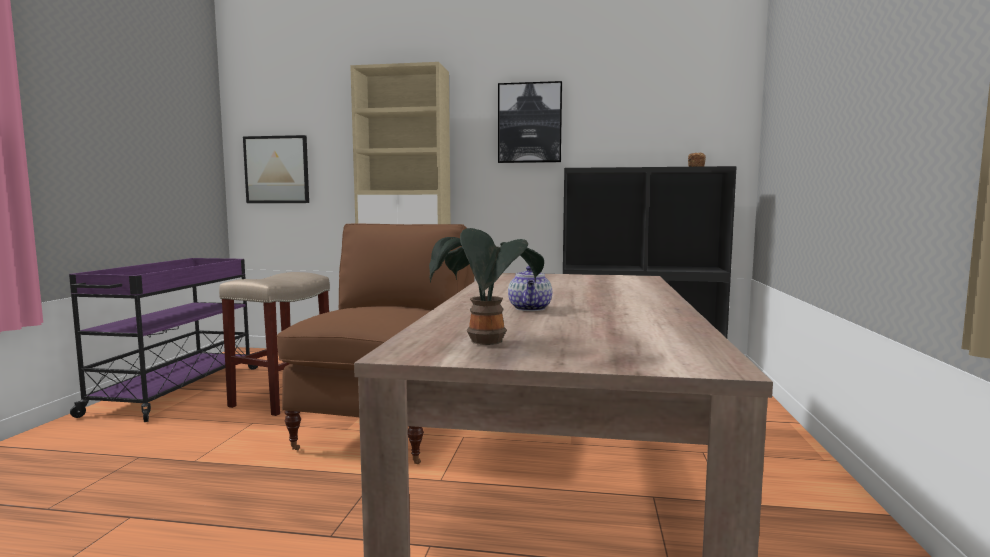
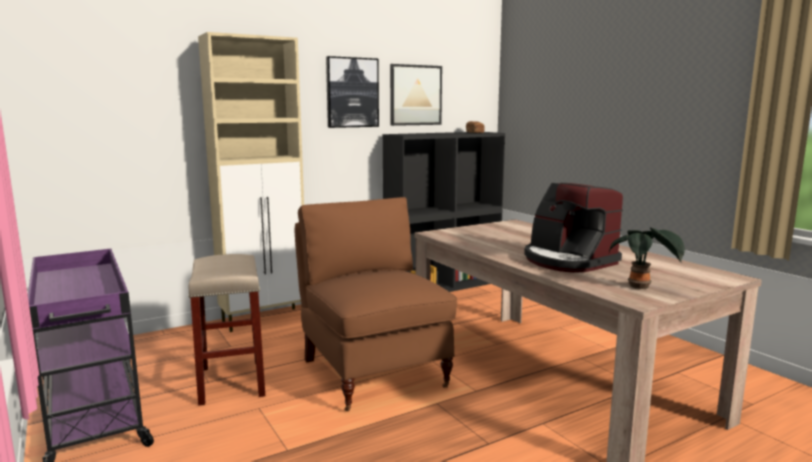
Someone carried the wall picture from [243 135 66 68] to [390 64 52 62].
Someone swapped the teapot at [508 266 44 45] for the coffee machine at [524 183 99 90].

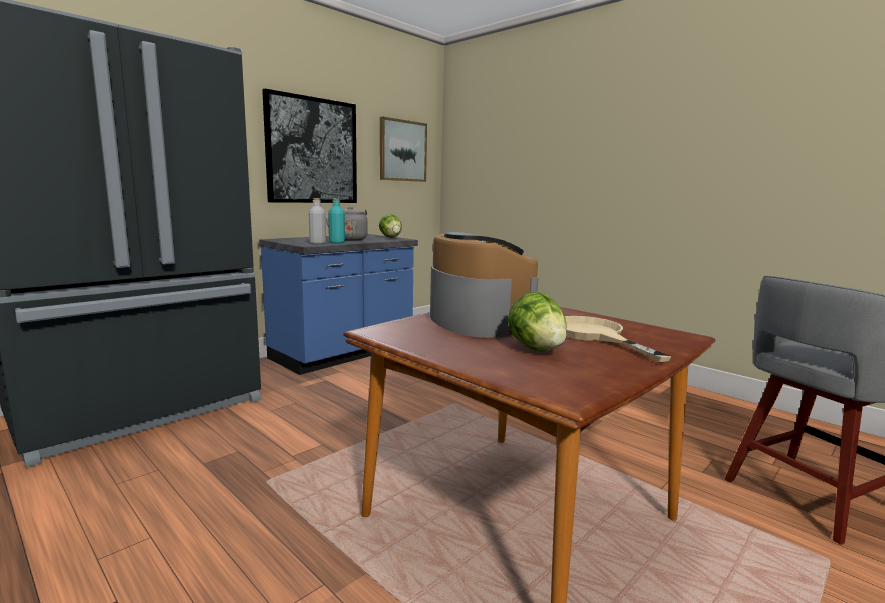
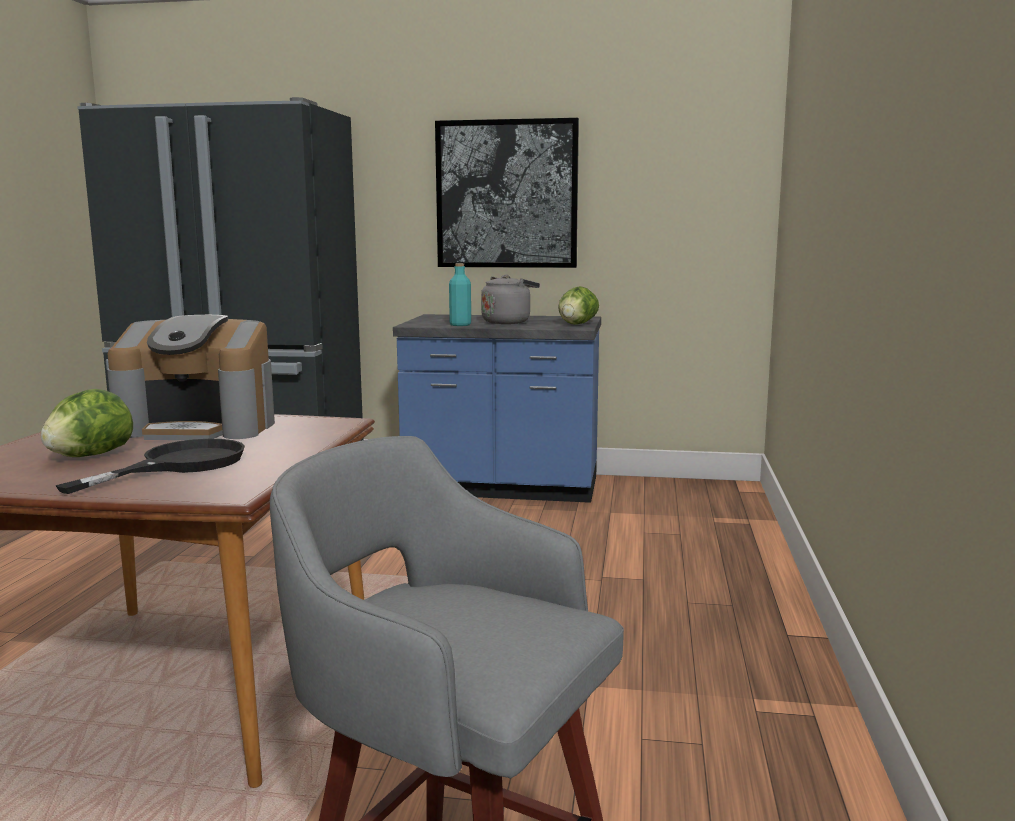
Someone took away the bottle in greyish at [309 198 17 46].
Someone took away the wall picture at [380 117 47 65].
Someone rotated the coffee machine at [430 232 109 106] by 60 degrees clockwise.
Someone repainted the pan in beige-coloured at [565 316 107 46], which became the pan in black-coloured at [55 439 190 55].

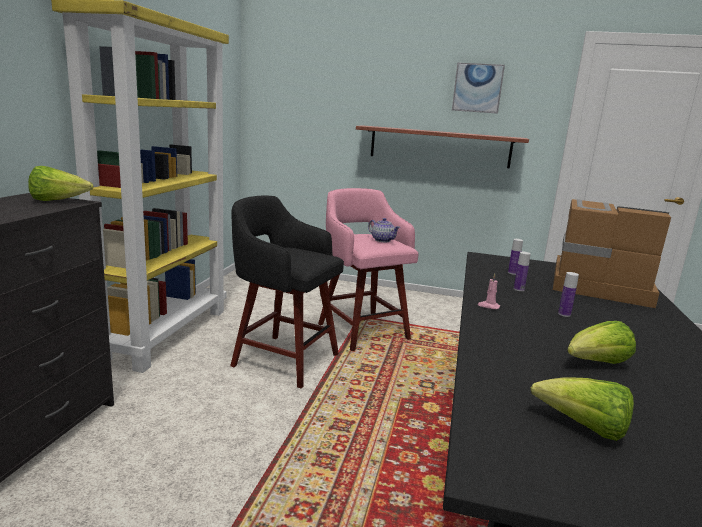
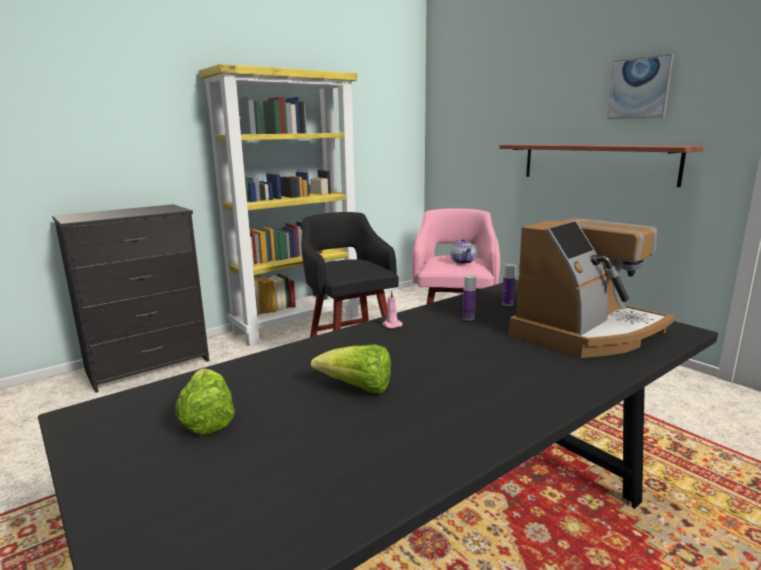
Someone took away the head of lettuce at [28 166 65 35].
Someone rotated the coffee machine at [553 199 118 109] by 75 degrees clockwise.
Someone took away the bottle at [558 272 21 45].

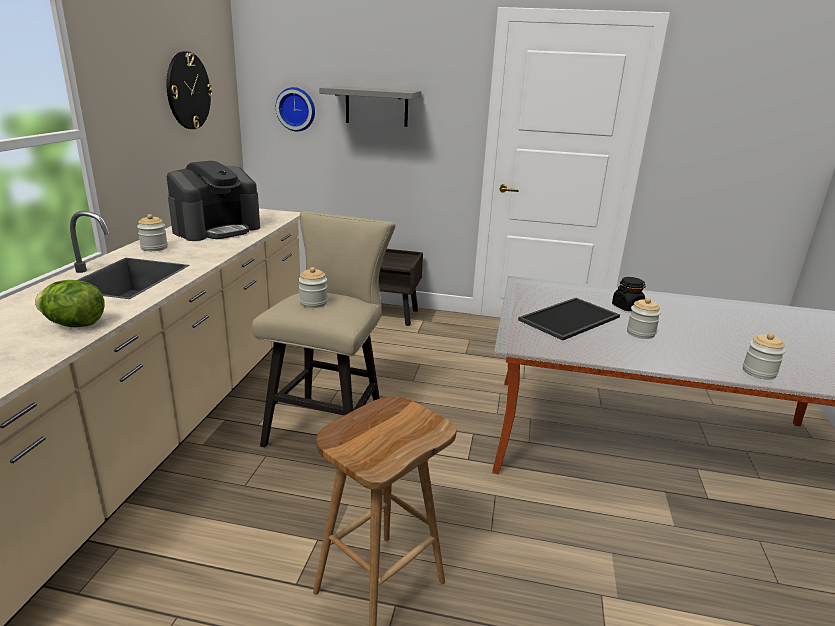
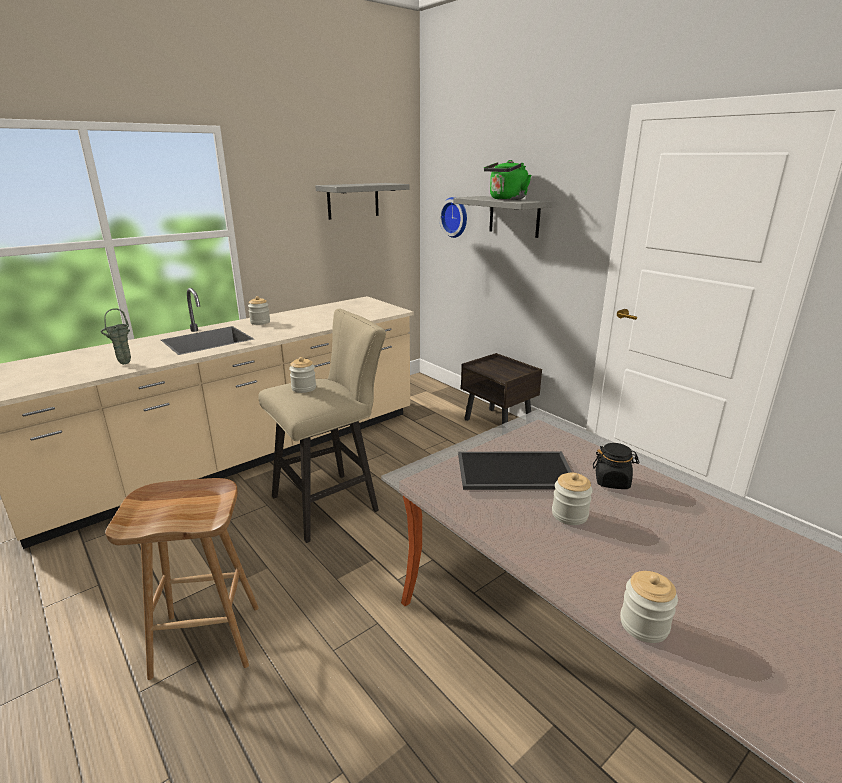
Someone swapped the head of lettuce at [35 280 70 47] for the decorative vase in green at [101 308 30 57].
Someone swapped the hanging clock at [166 51 47 78] for the shelf in greyish at [316 183 94 37].
Someone took away the coffee machine at [167 161 93 80].
Someone put down the tea kettle in green at [484 160 47 40].

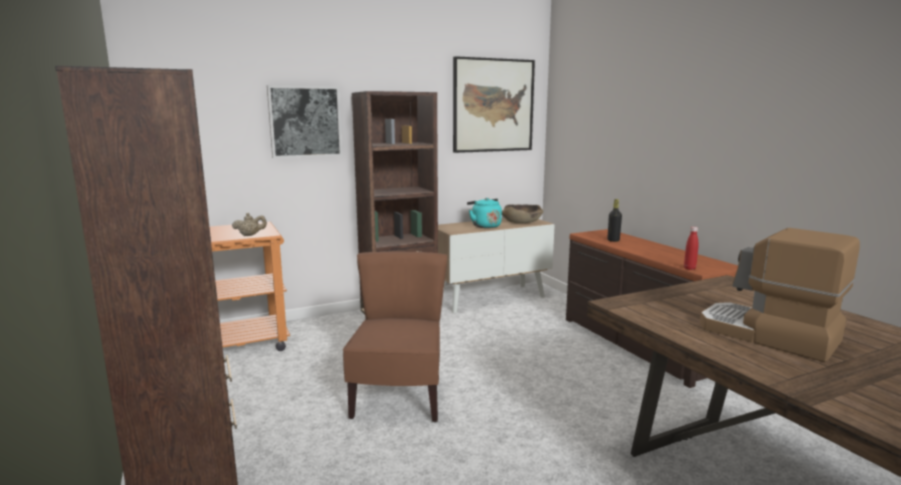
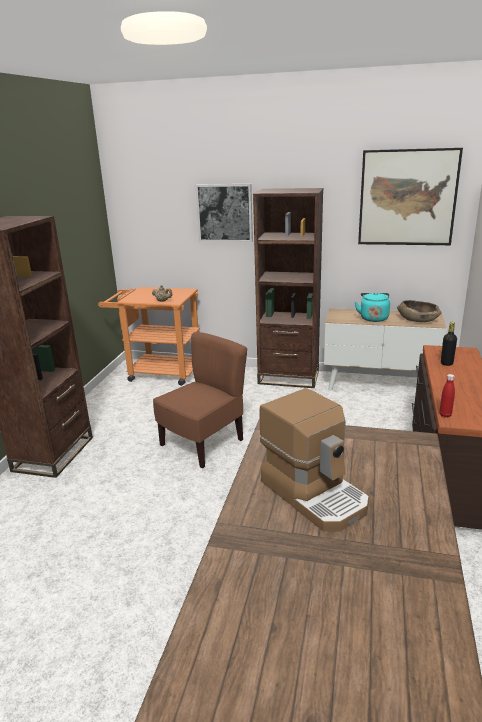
Someone rotated the coffee machine at [700 228 160 134] by 150 degrees clockwise.

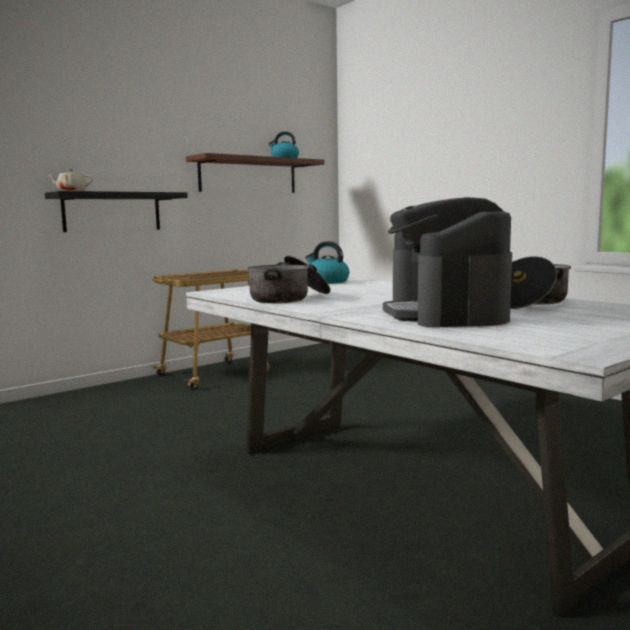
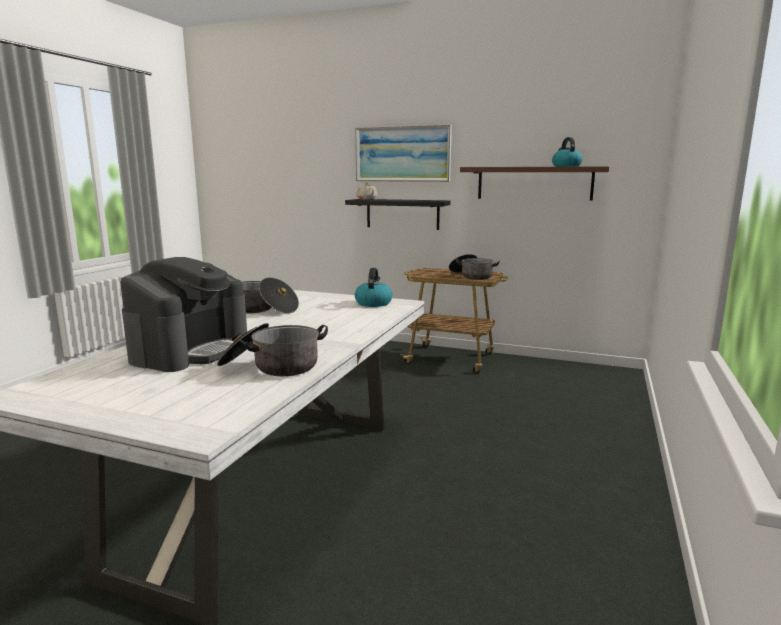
Someone rotated the coffee machine at [383 197 129 130] by 150 degrees clockwise.
Someone put up the wall picture at [355 125 97 57].
Someone put down the cooking pot at [449 254 51 26].

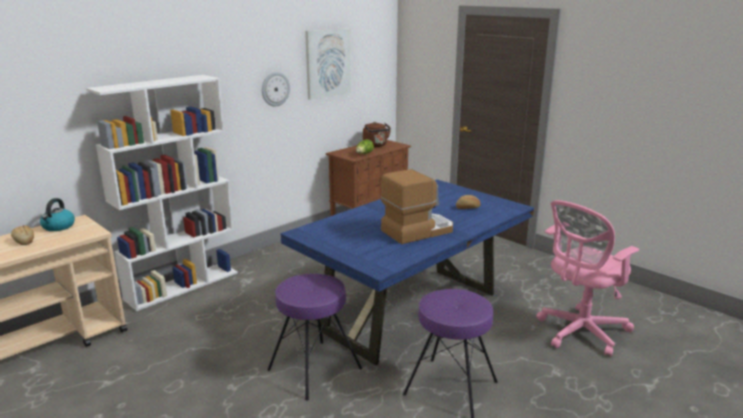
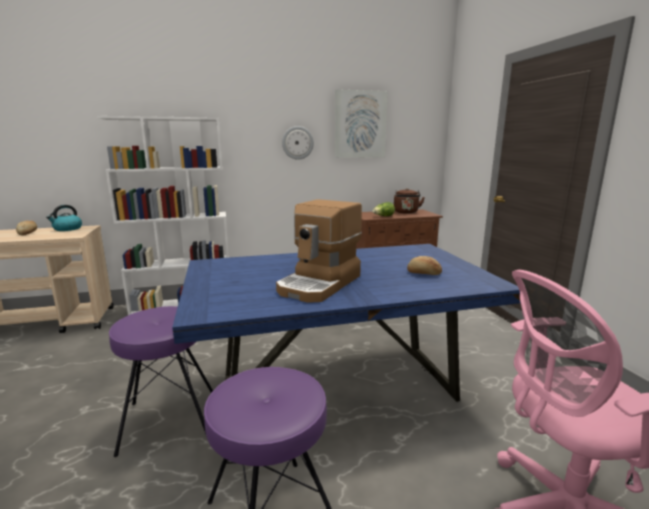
Someone rotated the coffee machine at [381 169 72 75] by 120 degrees clockwise.

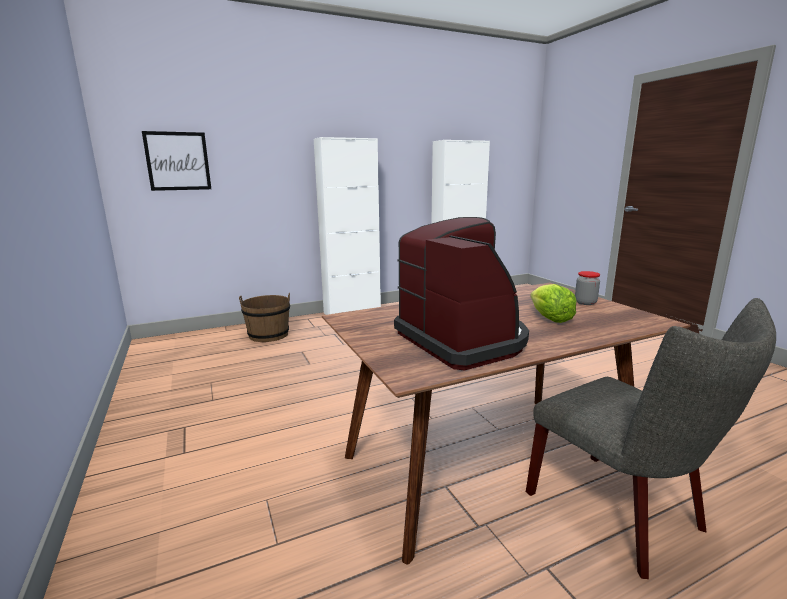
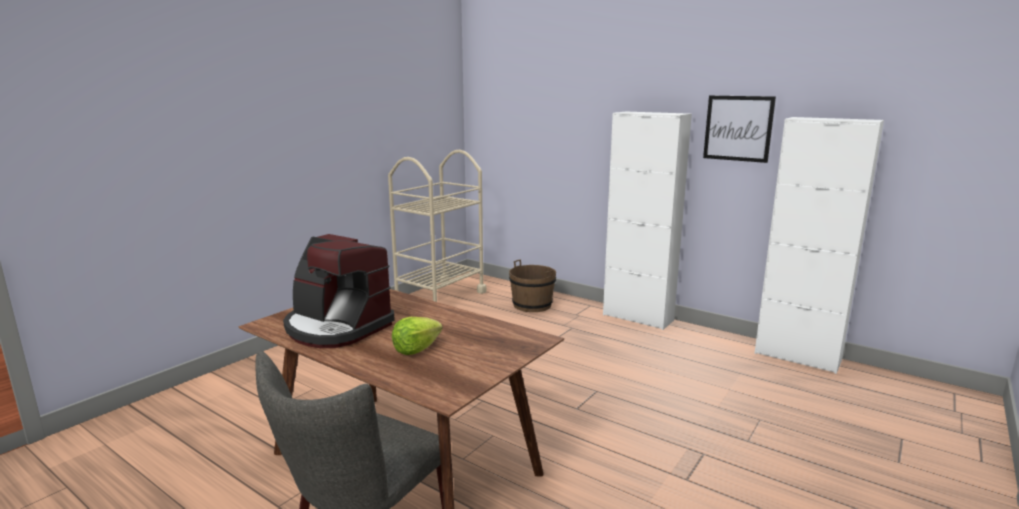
Someone carried the wall picture from [142 131 69 60] to [703 95 73 68].
Someone rotated the coffee machine at [394 217 135 154] by 90 degrees clockwise.
Someone took away the storage jar at [575 271 25 34].
Someone put down the wheeled cart in beige-coloured at [388 150 99 152].

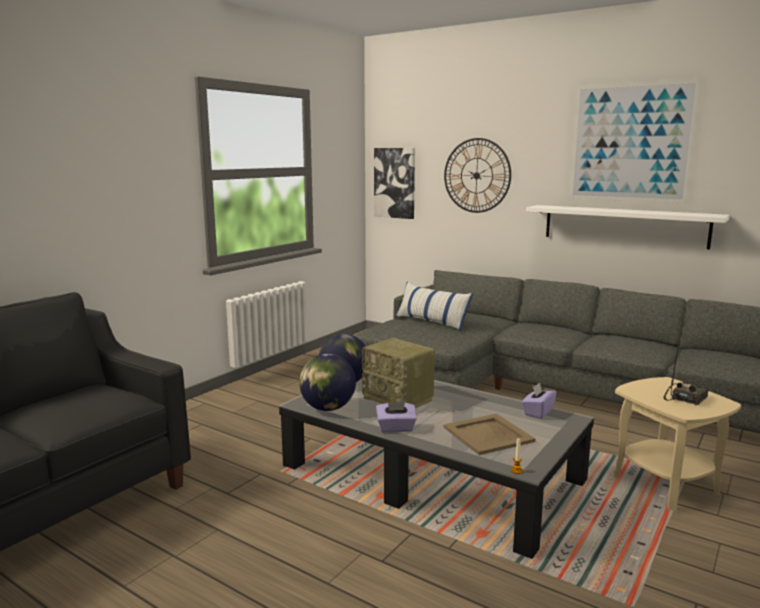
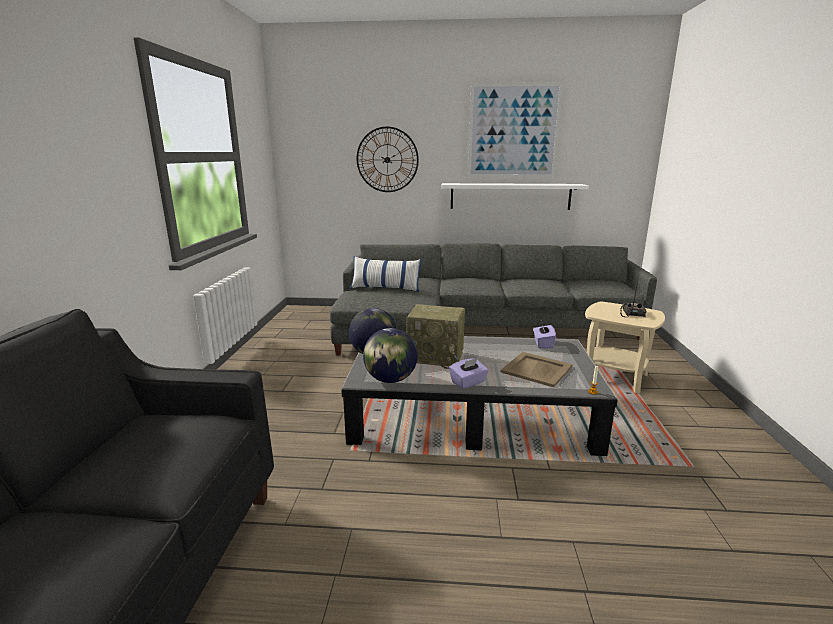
Someone took away the wall picture at [374 148 41 71].

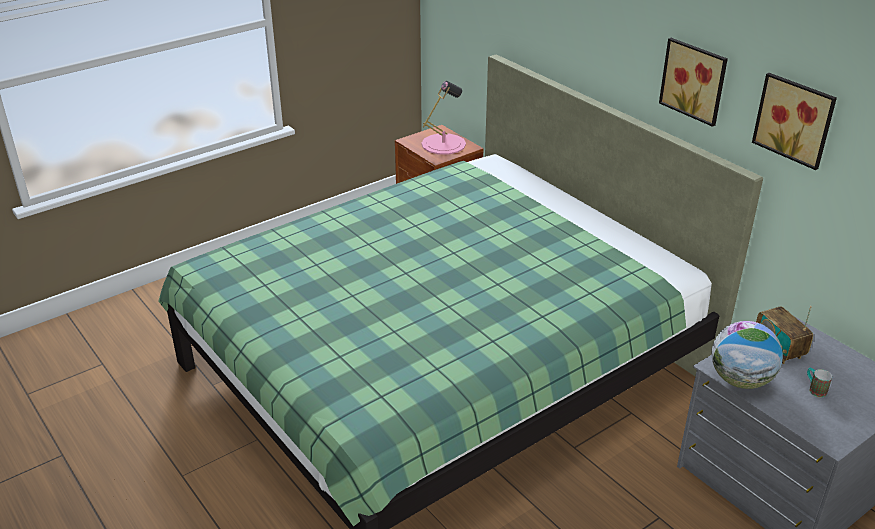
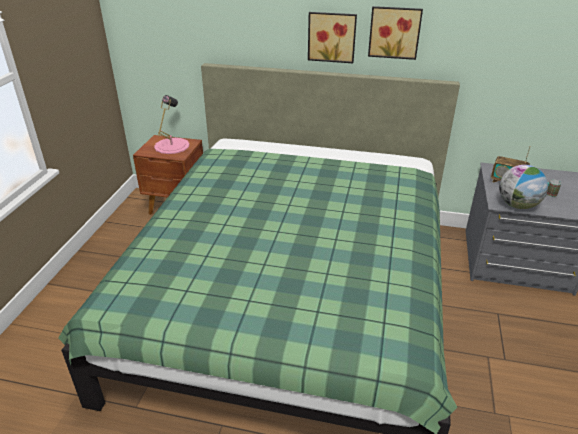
Someone carried the wall picture from [752 73 85 97] to [308 12 49 51].

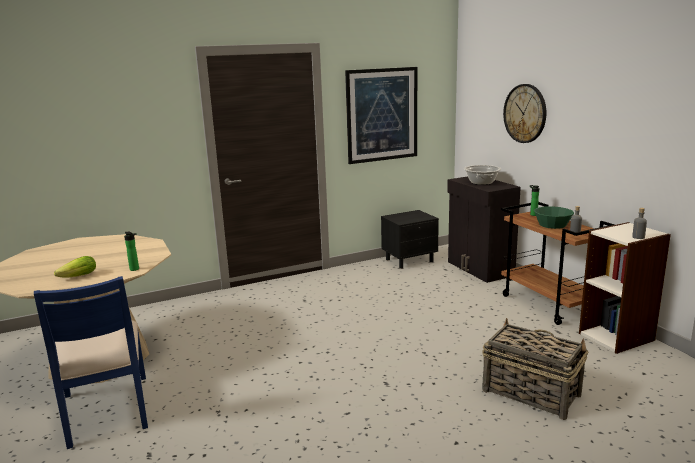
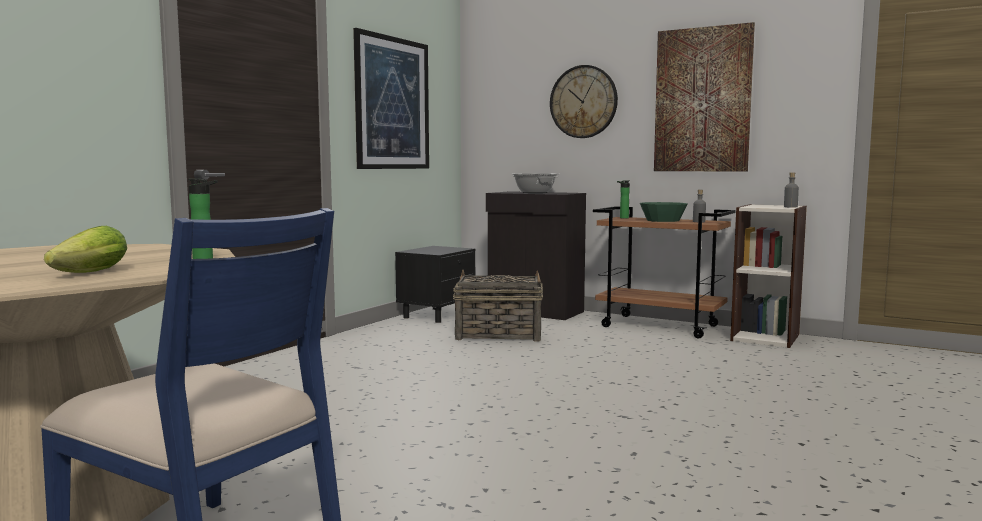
Someone carried the household basket from [482 318 106 102] to [453 270 90 72].
Someone put up the wall picture at [654 22 101 150].

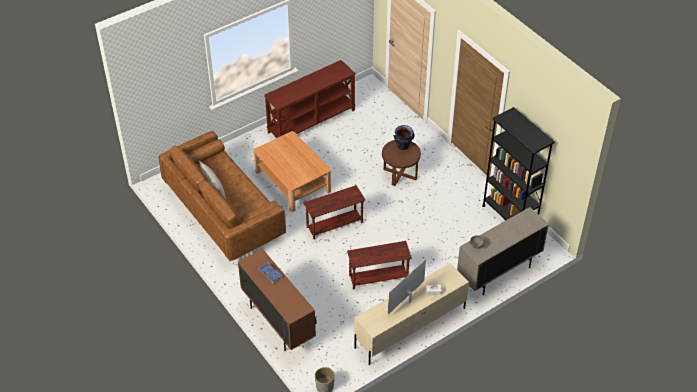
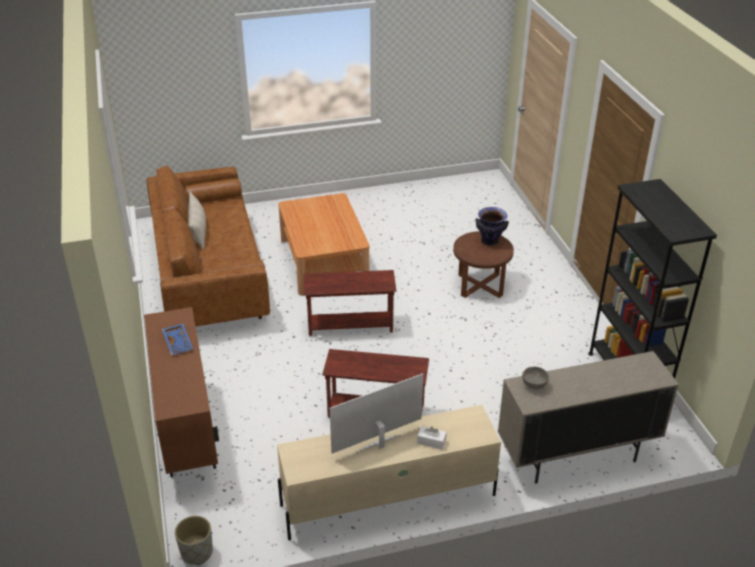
Someone took away the hall table in brown-coloured at [264 60 92 78].

